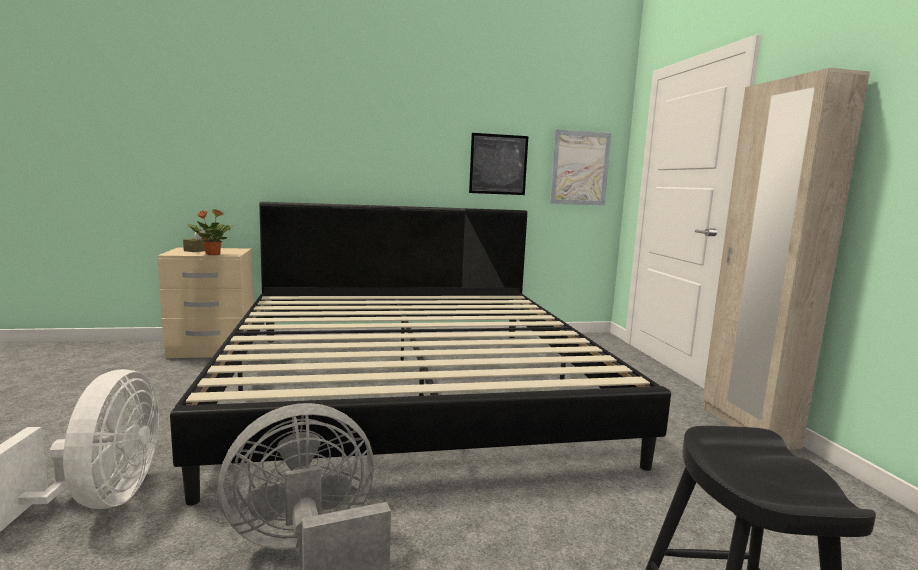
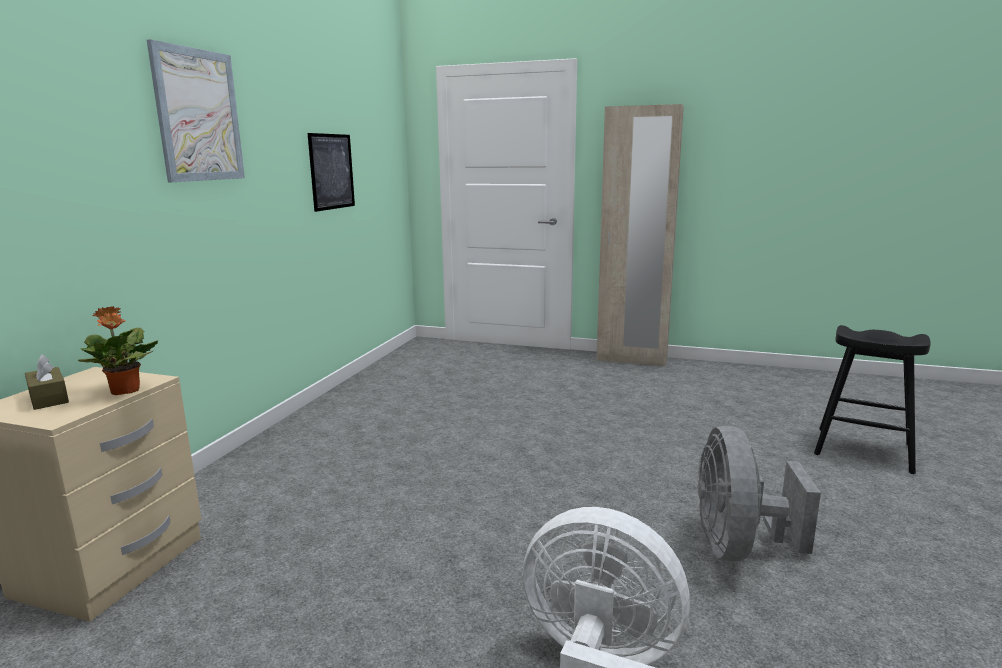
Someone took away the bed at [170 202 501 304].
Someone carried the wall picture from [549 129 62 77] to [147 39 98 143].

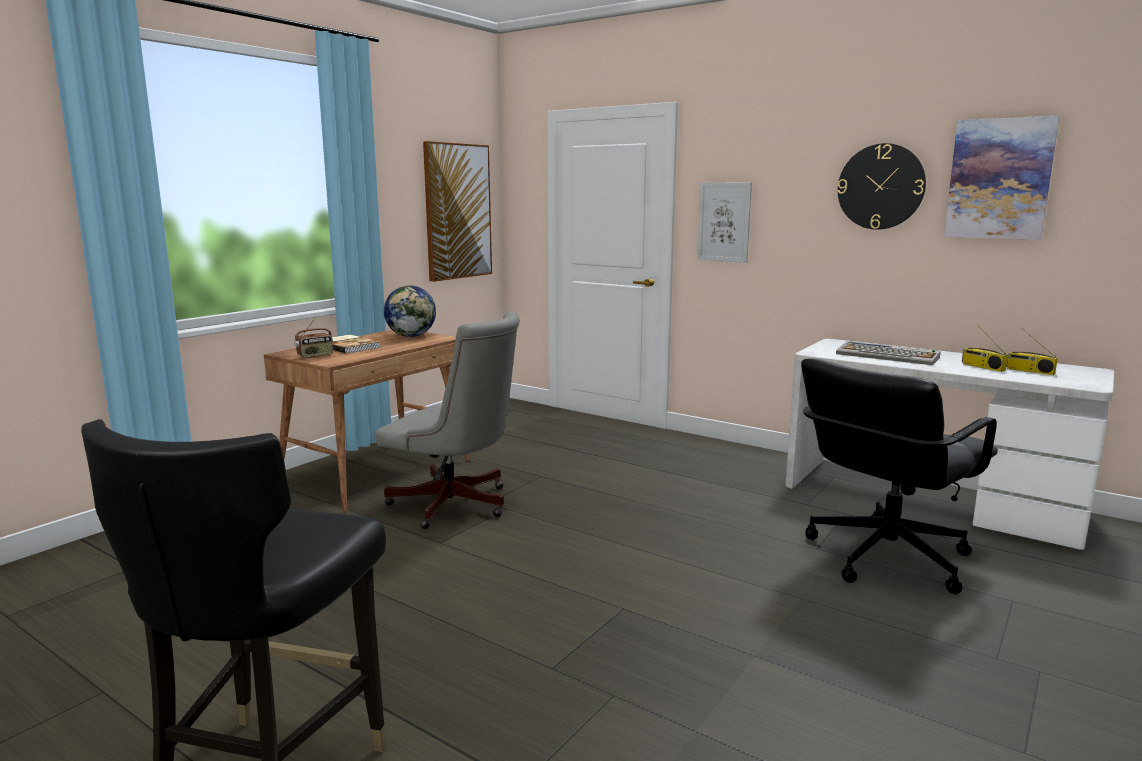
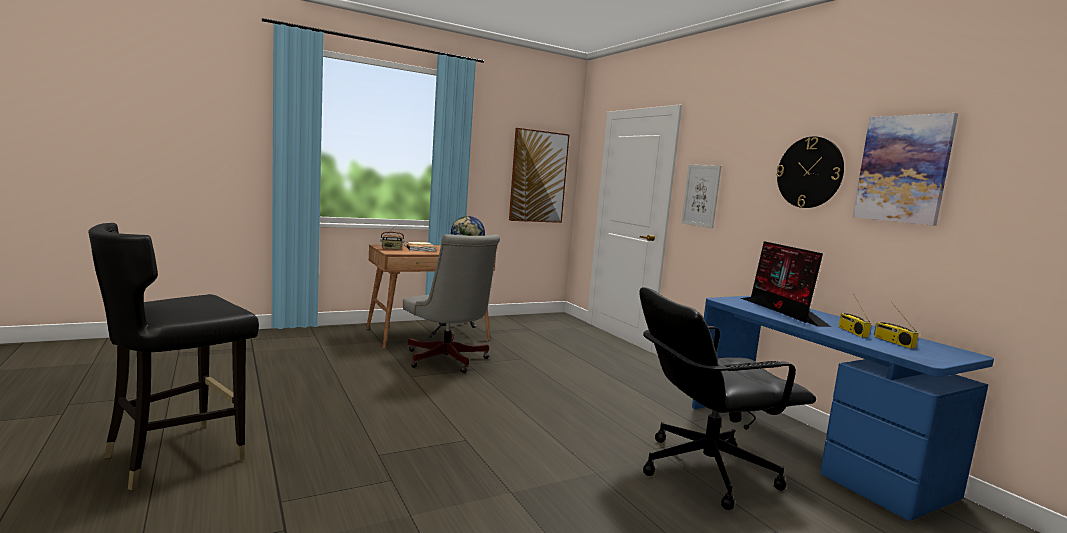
Someone repainted the desk in white at [785 339 329 211], which became the desk in bluish at [692 296 302 225].
Someone swapped the computer keyboard at [836 341 105 24] for the computer display at [741 241 90 86].

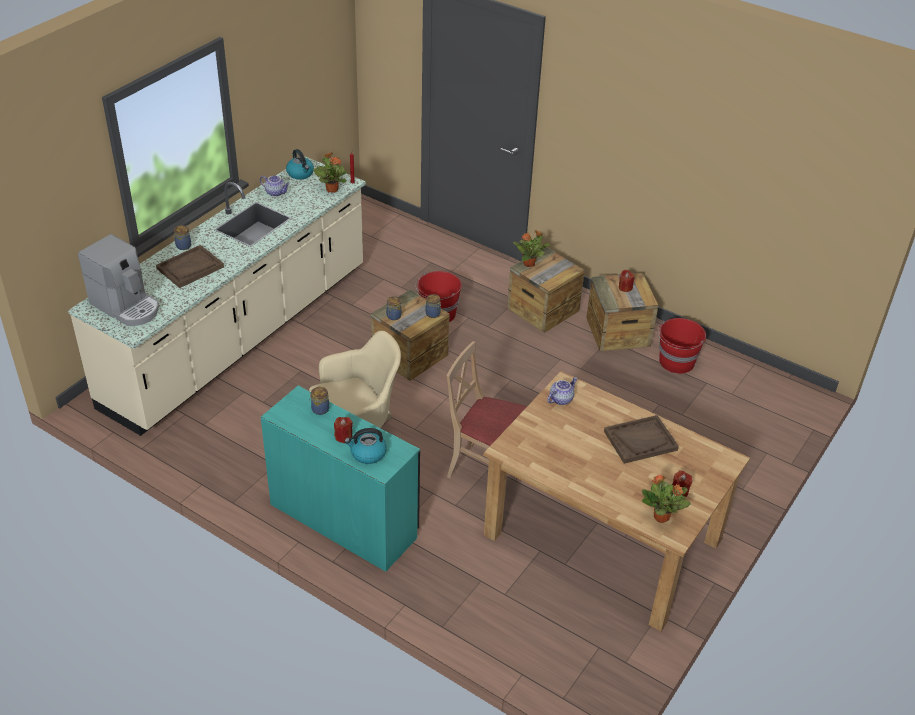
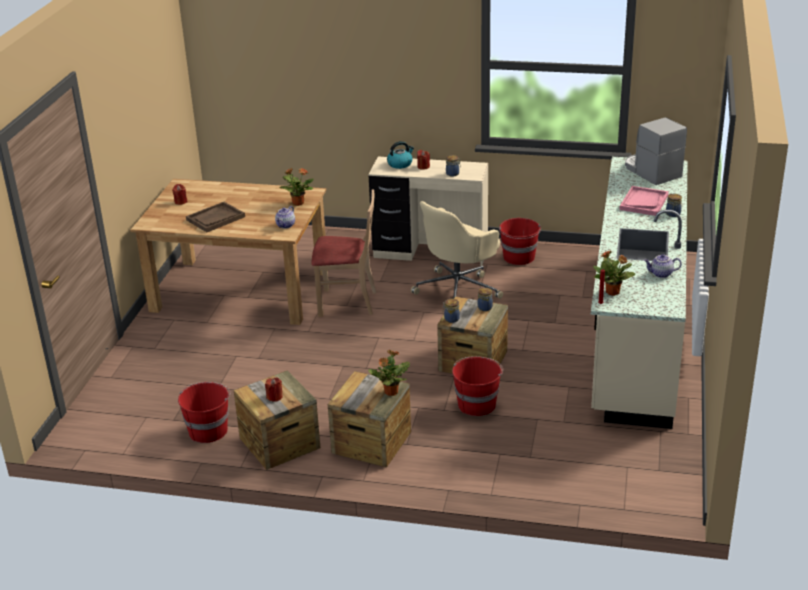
Someone rotated the coffee machine at [78 234 81 92] by 45 degrees clockwise.
Someone repainted the carrying tray in brown-coloured at [156 245 68 43], which became the carrying tray in pinkish at [619 186 50 30].
Someone repainted the desk in blue-green at [261 386 159 186], which became the desk in beige-coloured at [369 157 119 109].
Someone took away the tea kettle at [286 149 28 31].
Someone carried the potted plant from [642 475 48 48] to [279 168 35 38].
Someone put down the bucket in reddish at [499 218 42 47].

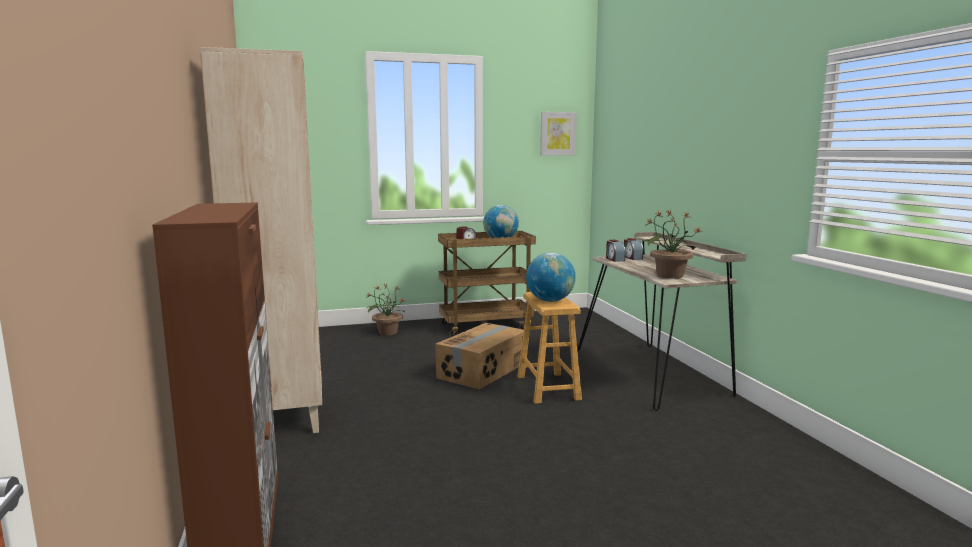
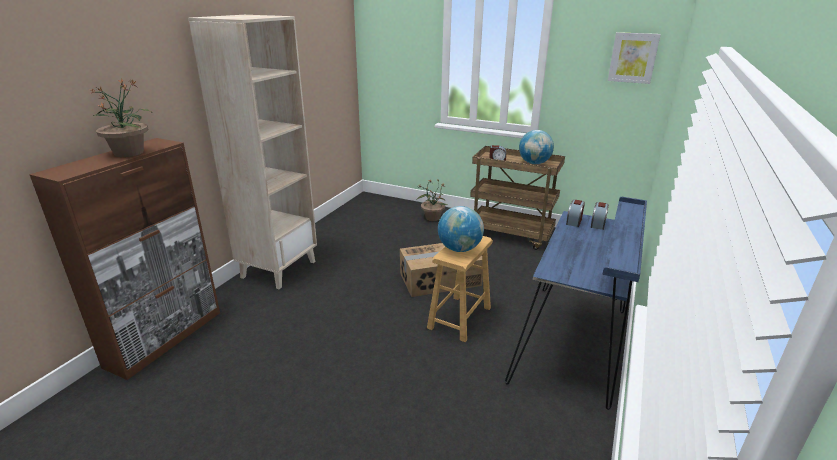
Someone repainted the desk in beige-coloured at [577 232 170 179], which became the desk in bluish at [505 197 142 213].
Someone carried the potted plant from [643 210 60 69] to [91 78 60 79].

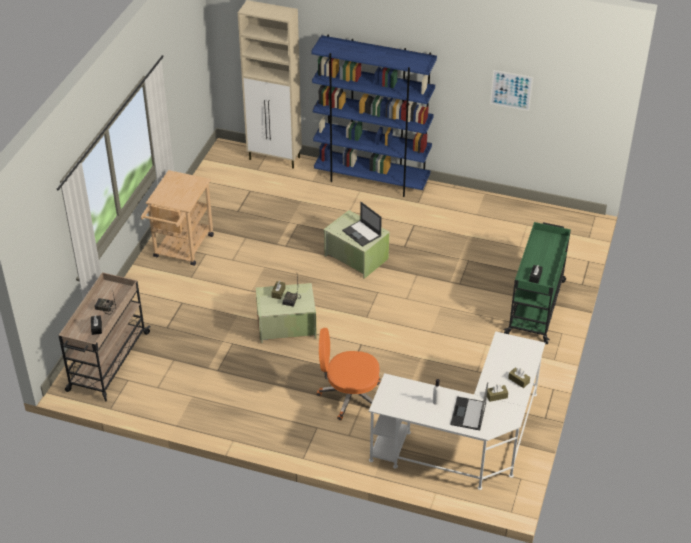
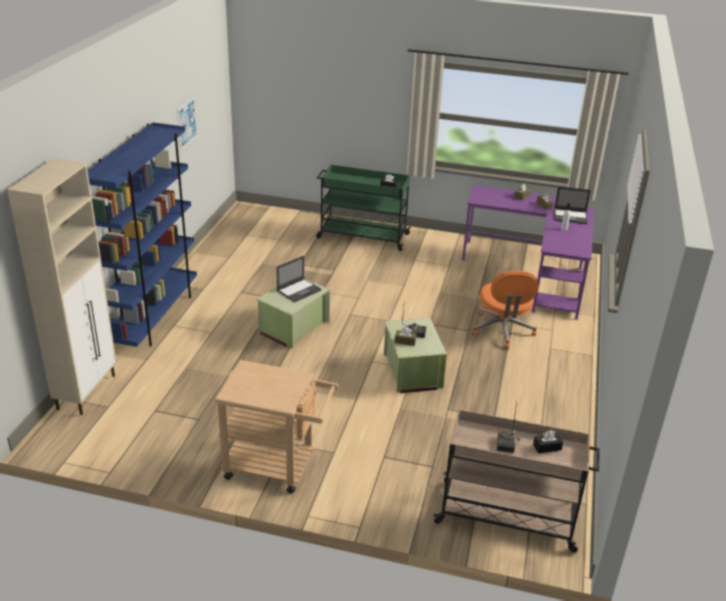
Someone repainted the desk in white at [369 331 176 159], which became the desk in purple at [461 185 133 135].

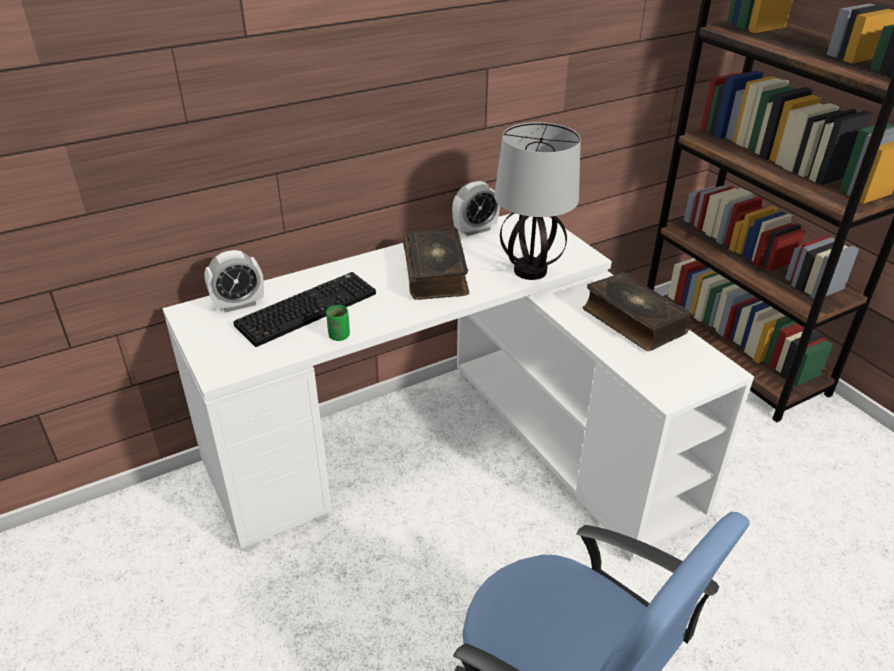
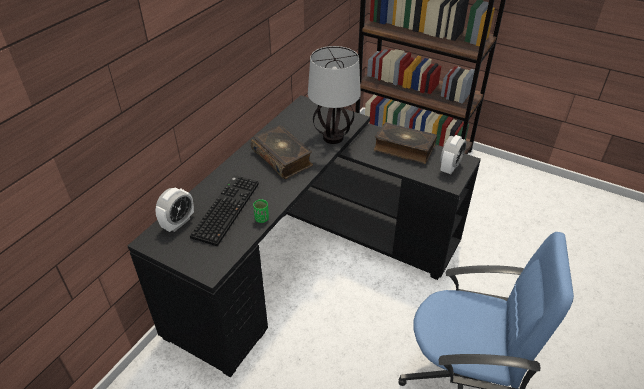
Someone repainted the desk in white at [162 213 592 349], which became the desk in black-coloured at [128 95 353 282].
Someone carried the table clock from [452 181 48 55] to [440 135 26 39].

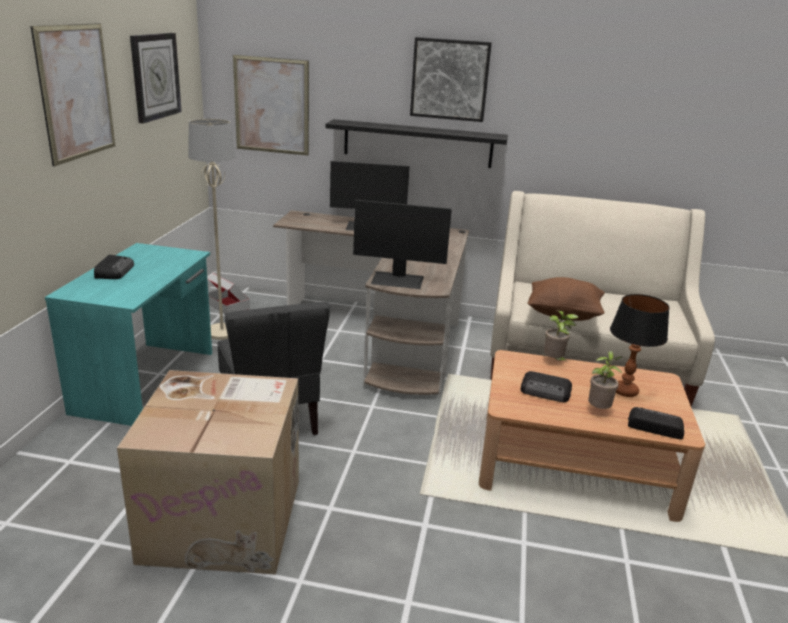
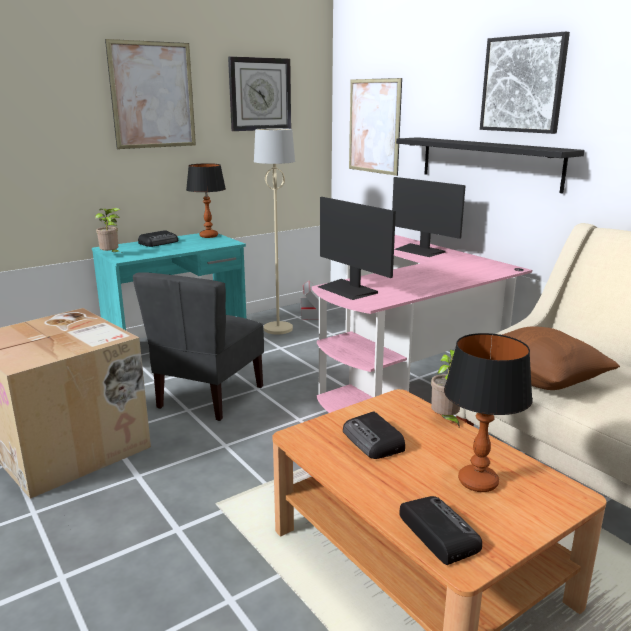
Someone repainted the desk in brown-coloured at [273 210 196 188], which became the desk in pinkish at [312 235 220 178].
Someone carried the potted plant from [588 351 34 58] to [95 208 26 44].
Someone put down the lamp for a table at [186 163 40 75].

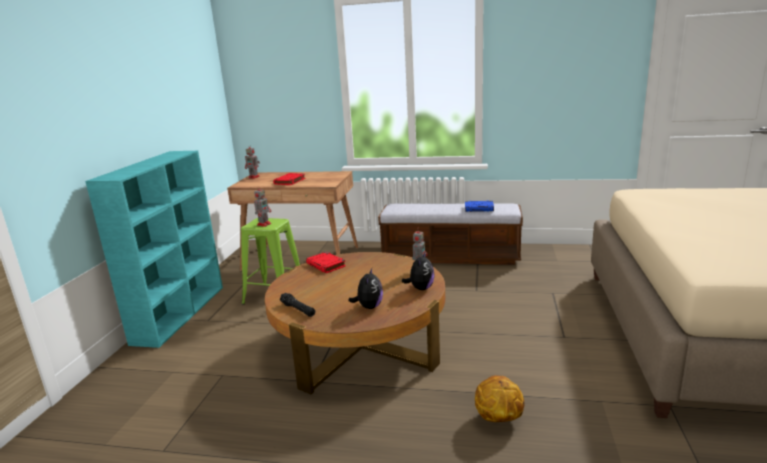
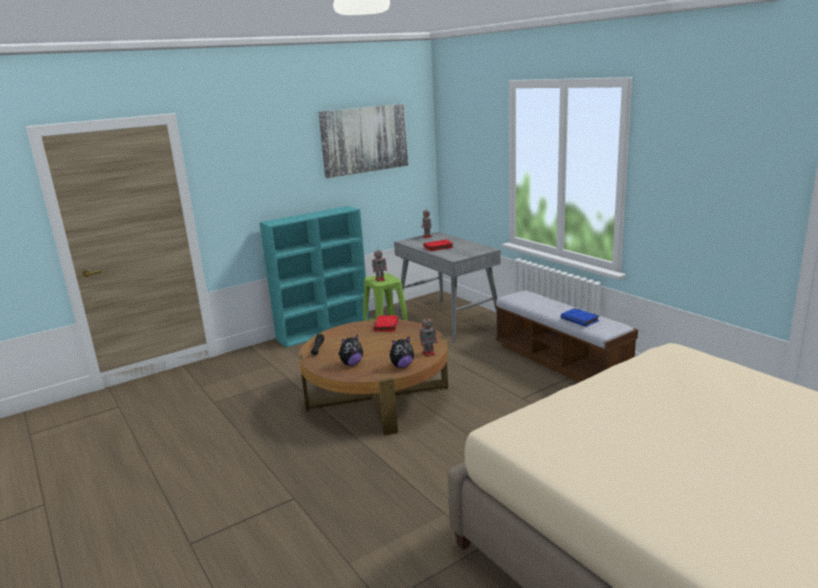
Someone repainted the desk in brown-coloured at [227 171 131 100], which became the desk in greyish at [394 232 107 110].
Someone took away the basketball ball at [475 375 49 47].
Someone put up the wall picture at [319 104 89 74].

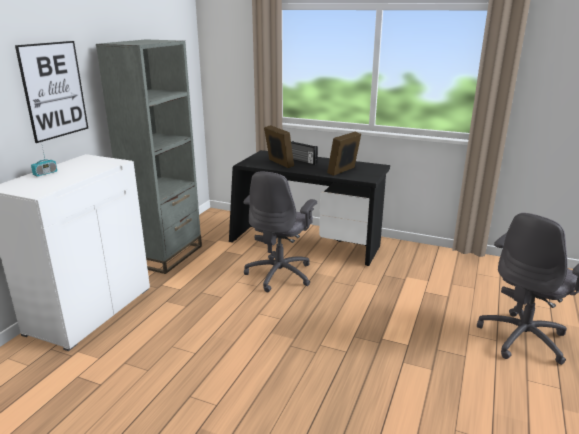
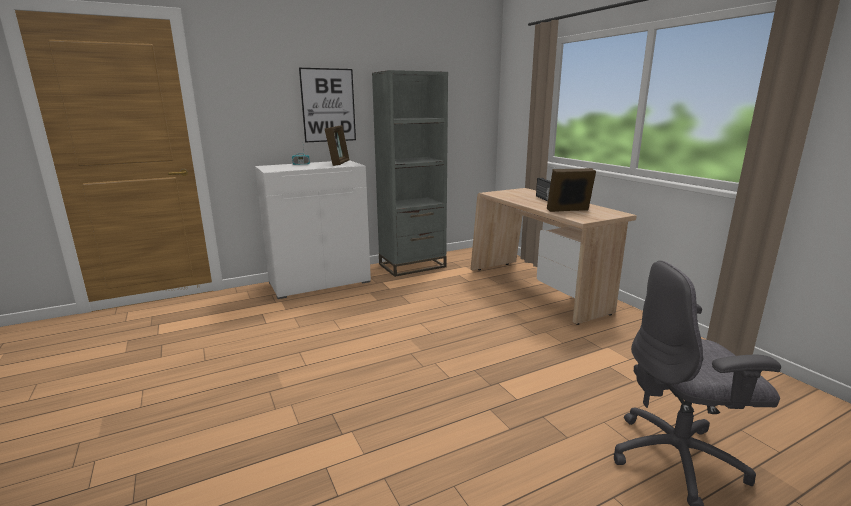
Someone repainted the desk in black-coloured at [229 150 161 116], which became the desk in beige-coloured at [471 188 166 137].
Someone took away the office chair in greyish at [243 172 74 120].
Someone carried the standing frame from [264 125 30 43] to [325 125 24 41].

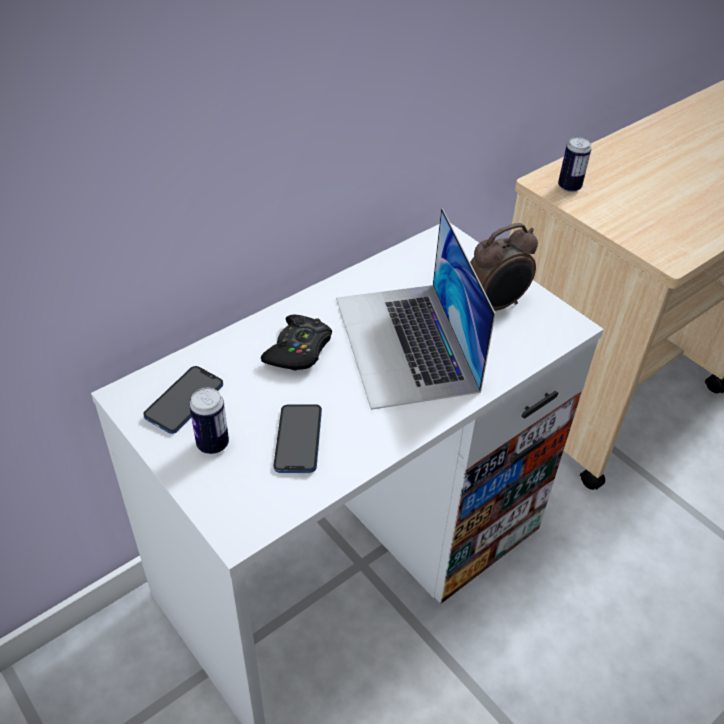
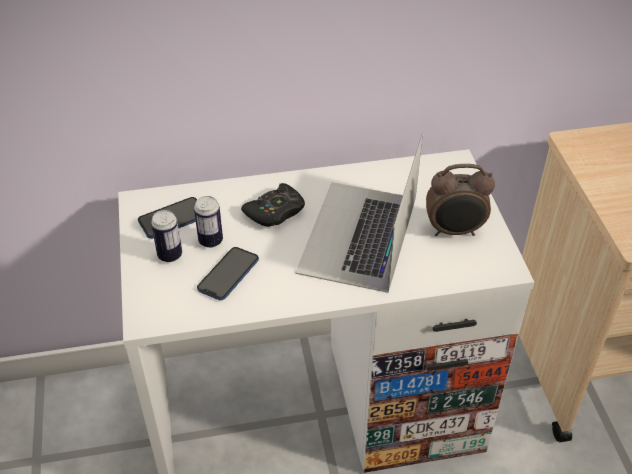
Someone carried the can from [558 137 33 55] to [194 196 29 52].

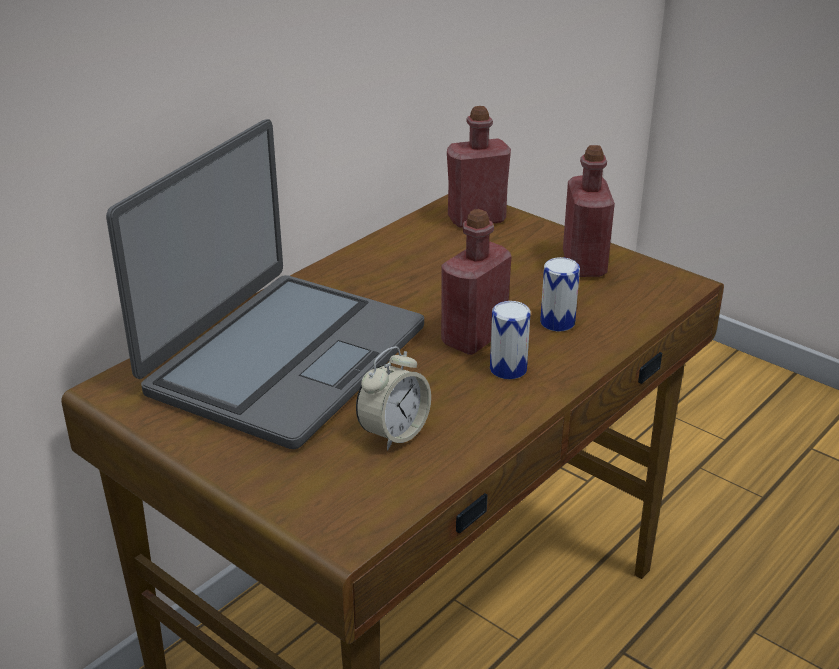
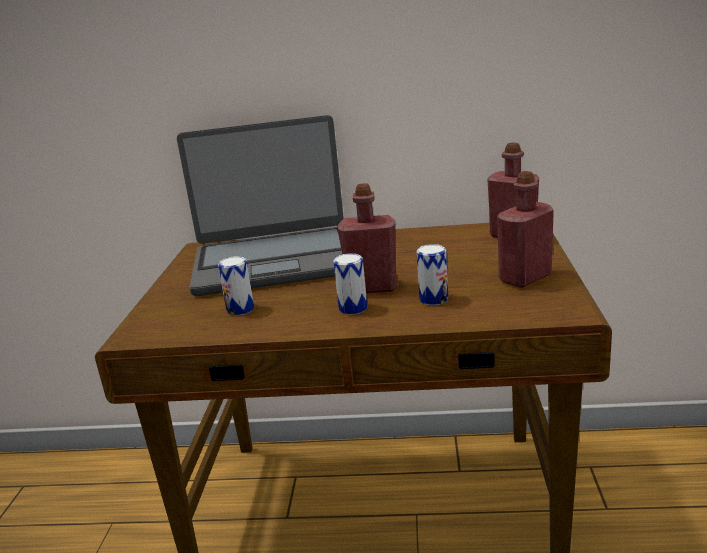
Someone swapped the table clock at [356 346 75 104] for the can at [218 256 36 60].

